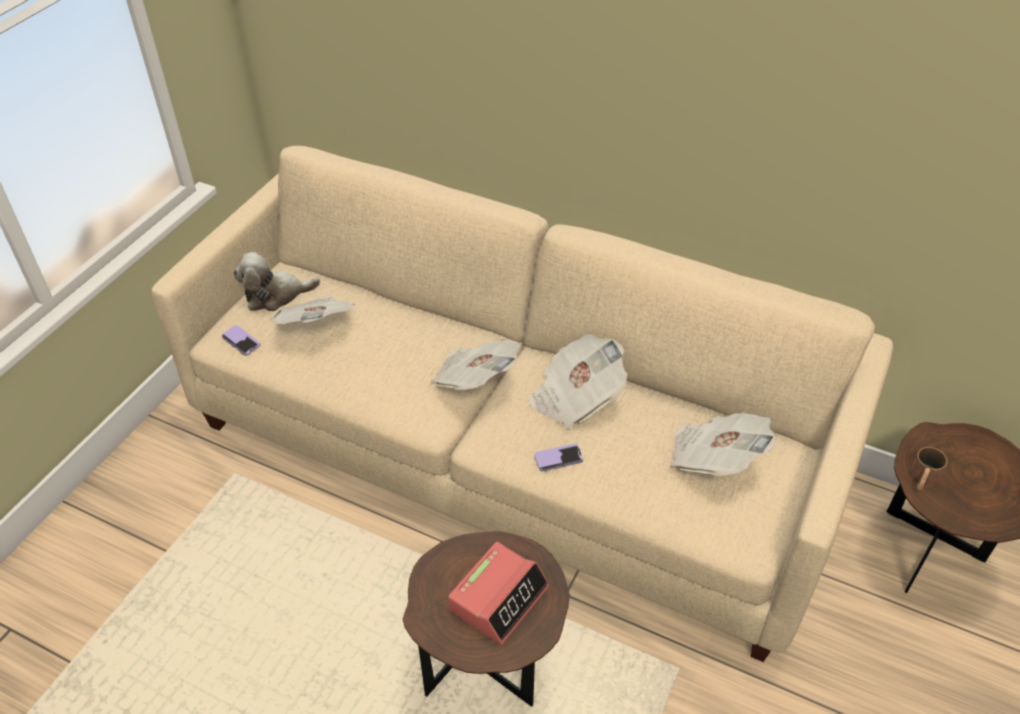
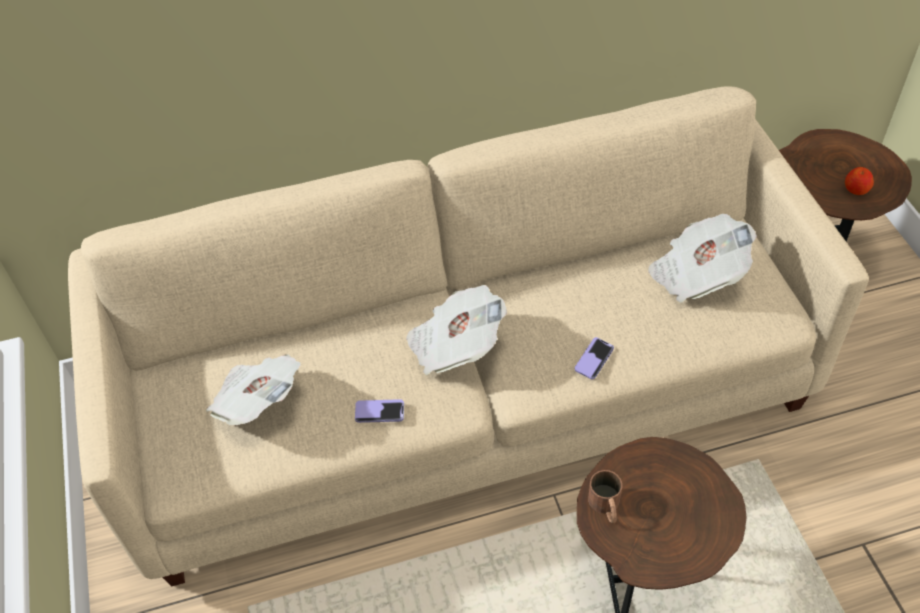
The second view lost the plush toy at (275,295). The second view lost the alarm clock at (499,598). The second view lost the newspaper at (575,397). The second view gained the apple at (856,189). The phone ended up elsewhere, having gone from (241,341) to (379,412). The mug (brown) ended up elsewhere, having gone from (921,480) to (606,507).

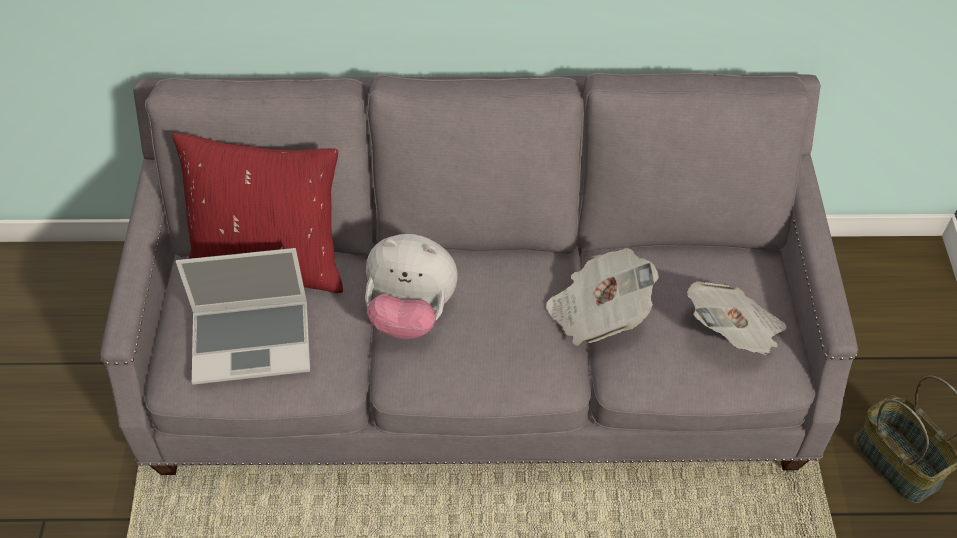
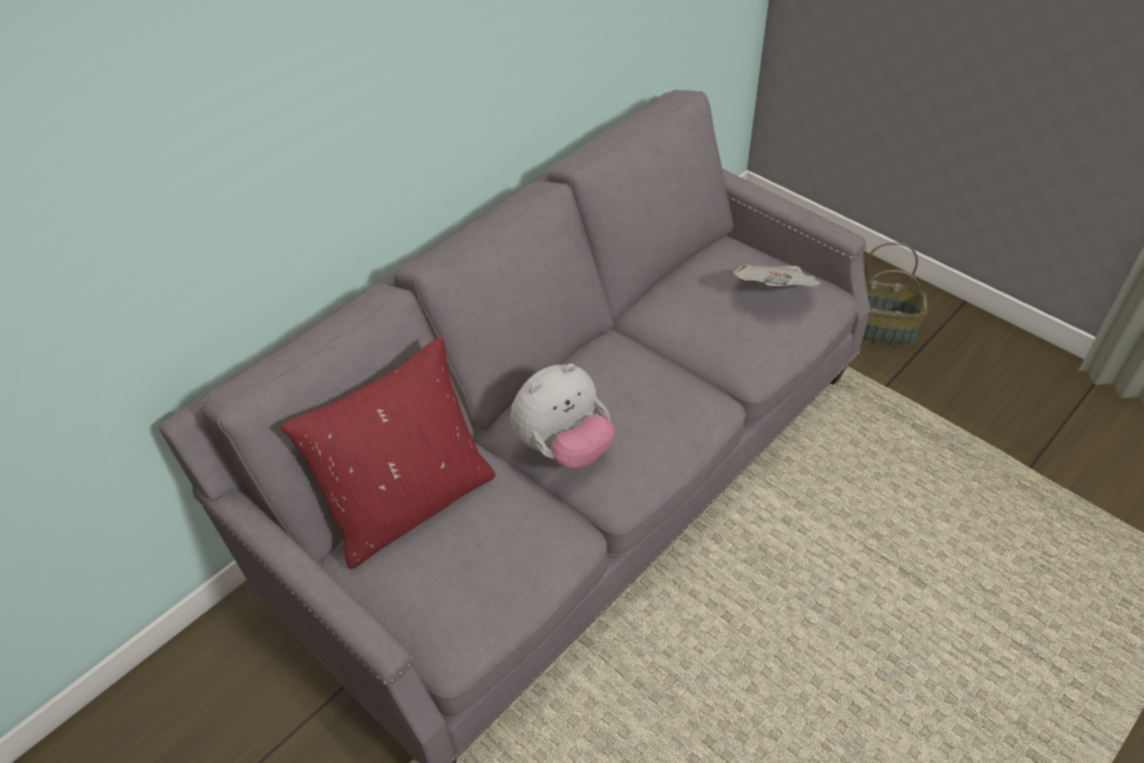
The second view lost the laptop at (253,341). The second view lost the newspaper at (598,312).

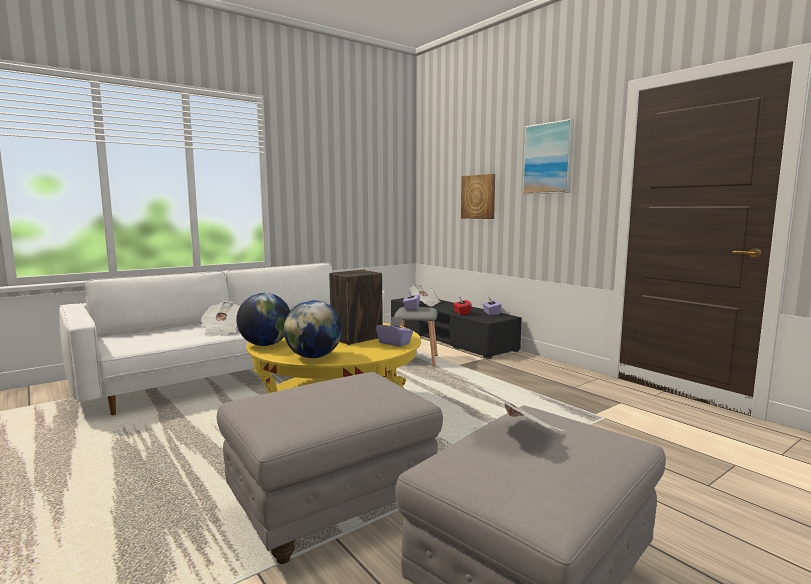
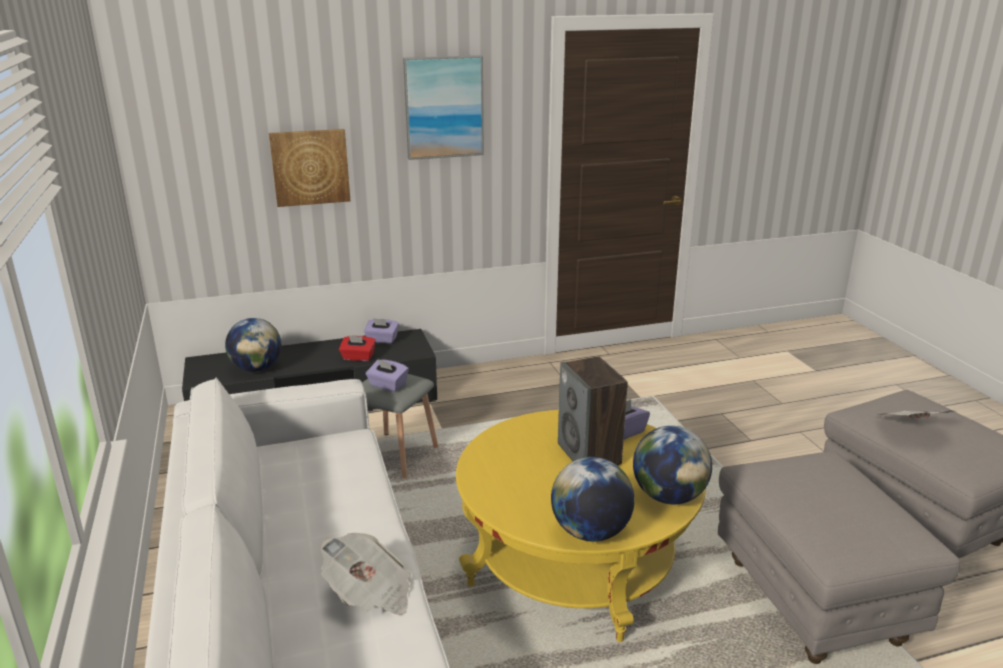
Where the newspaper stood at (424,303), the globe came to stand at (256,368).

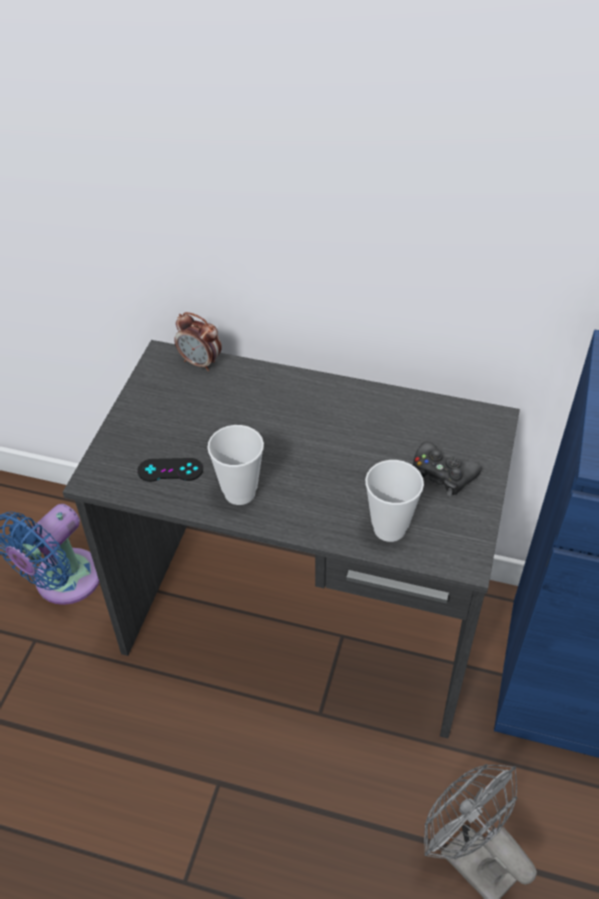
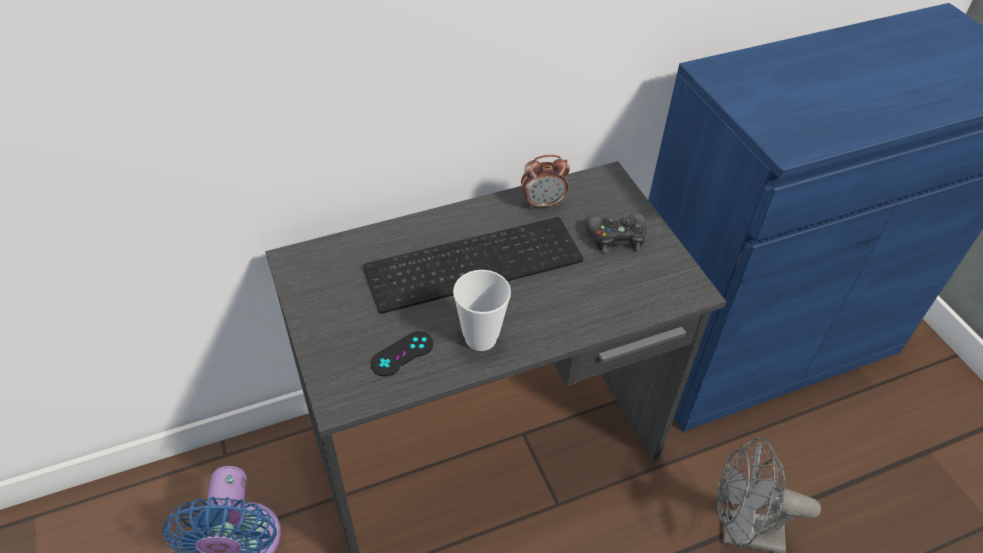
The second view lost the cup at (389,528). The second view gained the keyboard at (475,261). The alarm clock ended up elsewhere, having gone from (200,363) to (543,203).

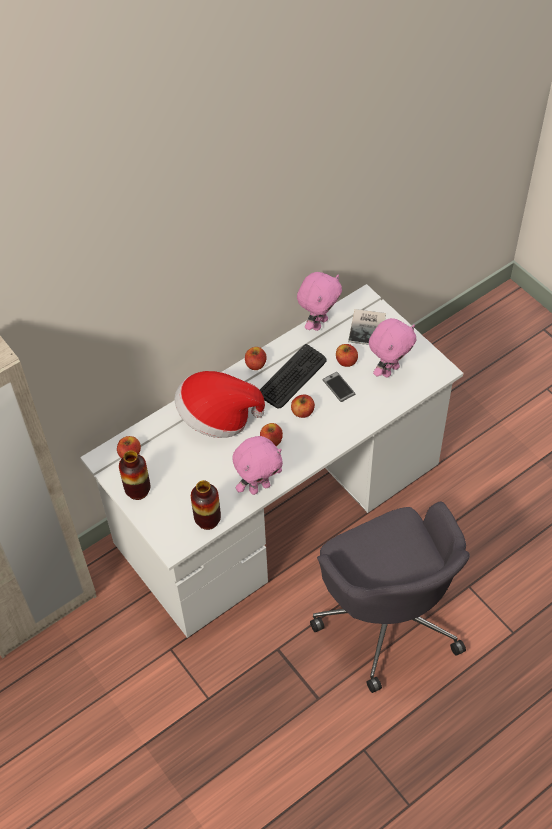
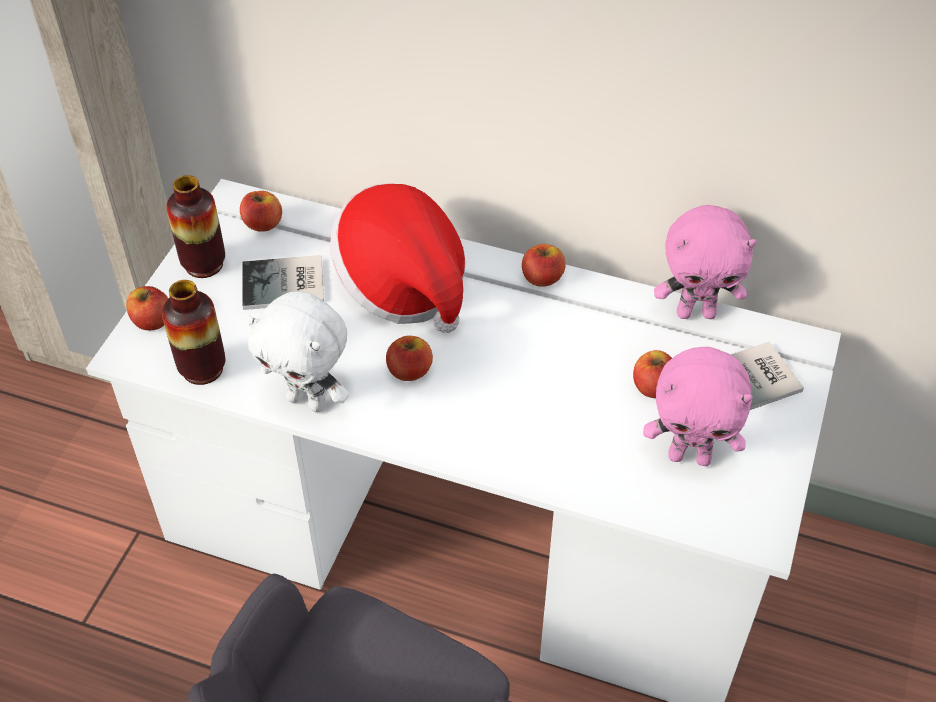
The second view lost the keyboard at (292,377). The second view lost the phone at (338,387). The second view gained the book at (285,285). The apple ended up elsewhere, having gone from (302,412) to (152,321). What was the plush toy (pink) at (259,487) turned into the plush toy (white) at (308,400).

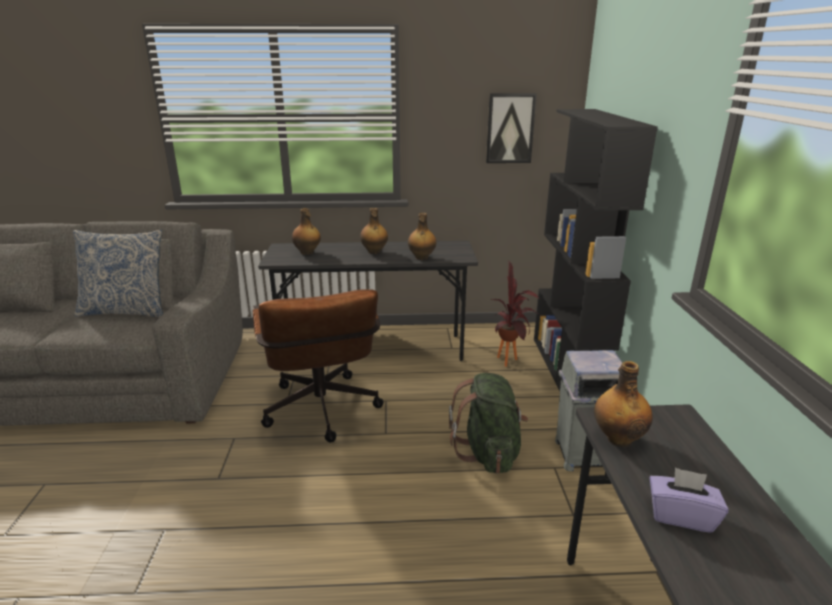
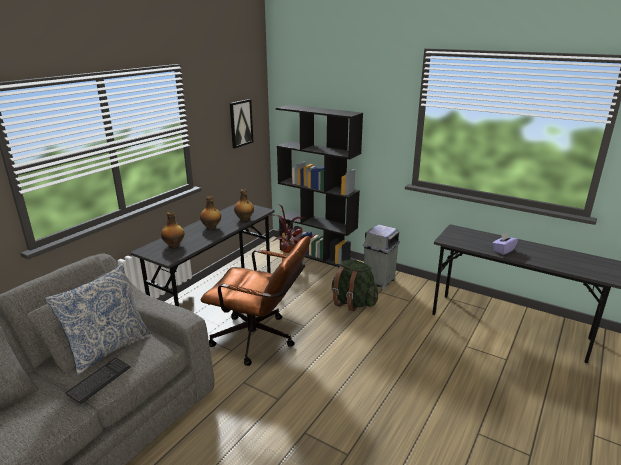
The second view lost the bottle at (618,438). The second view gained the keyboard at (99,381).

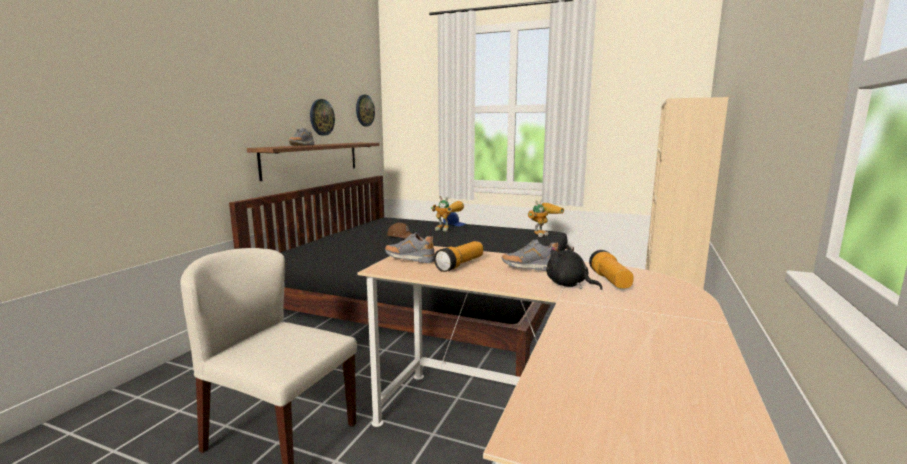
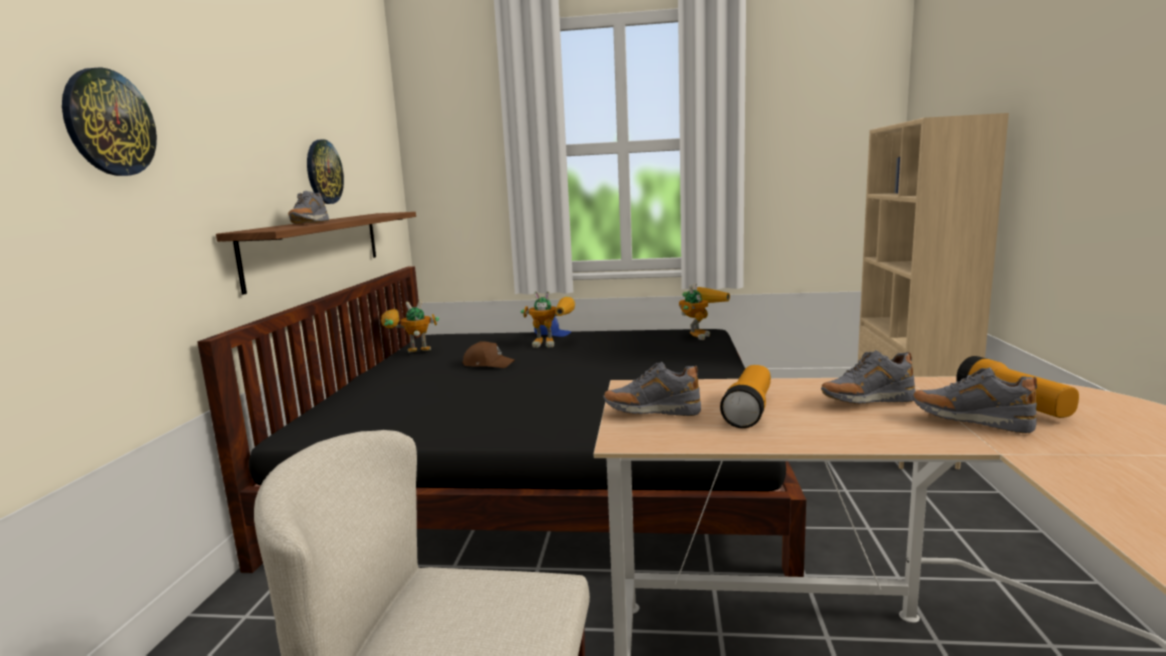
The second view gained the toy robot at (409,355). The wall clock ended up elsewhere, having gone from (364,110) to (109,123). Where the plush toy (black) stood at (568,285), the shoe (grey) came to stand at (970,423).

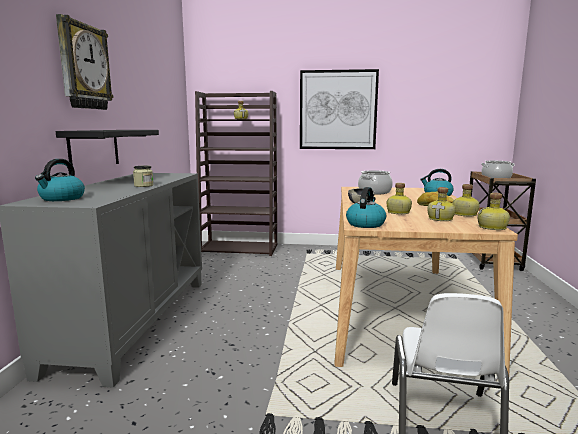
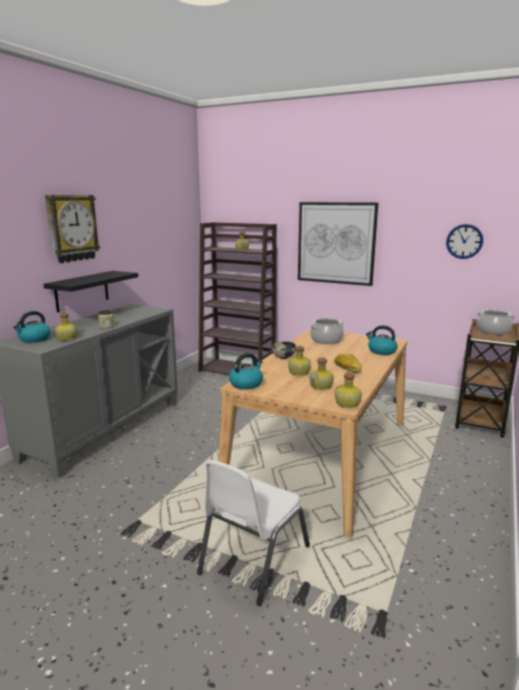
The second view gained the wall clock at (464,241). The bottle ended up elsewhere, having gone from (464,214) to (66,338).

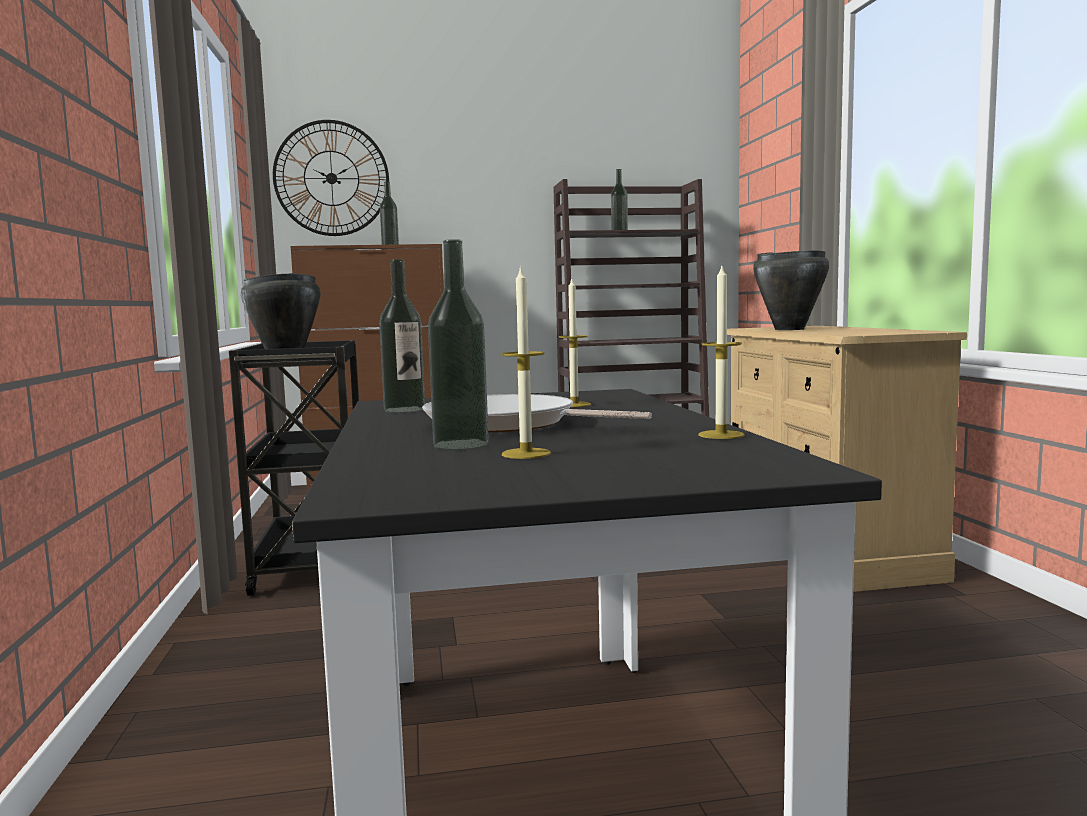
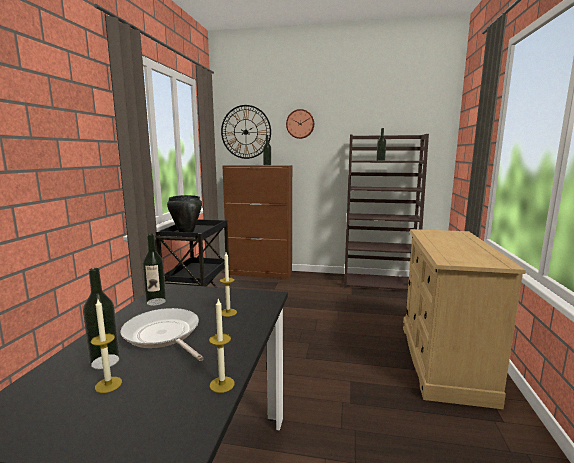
The second view lost the cooking pot (black) at (789,329). The second view gained the wall clock at (300,124).

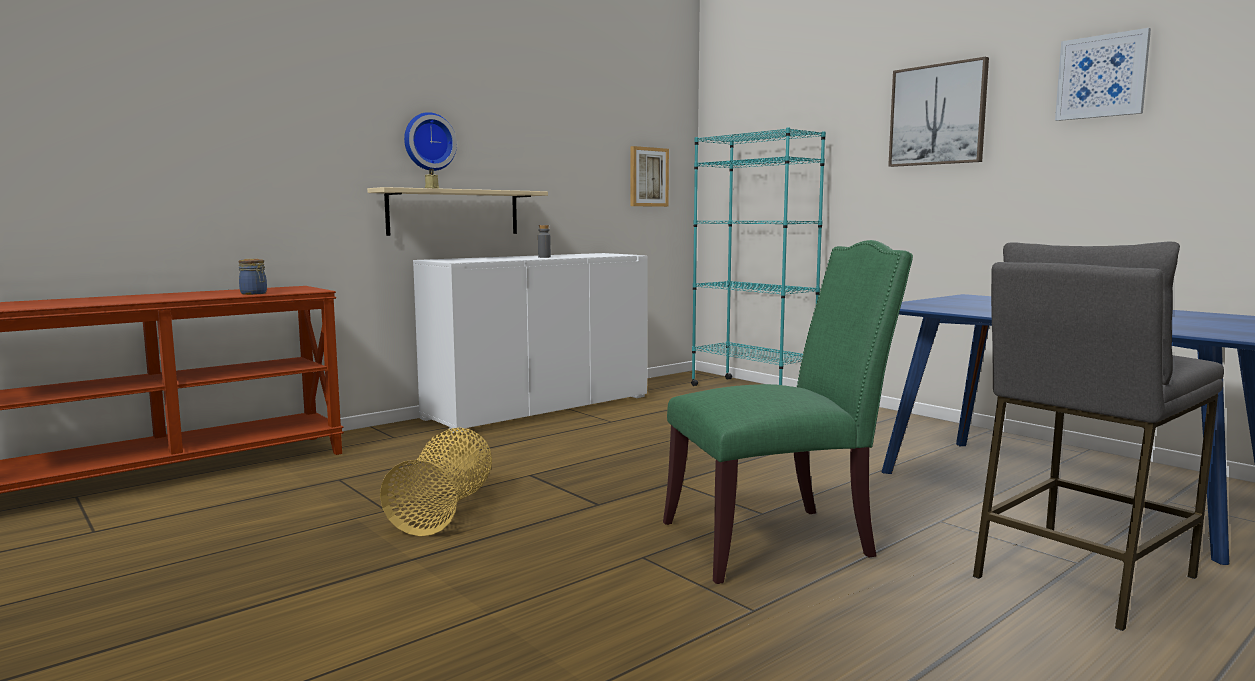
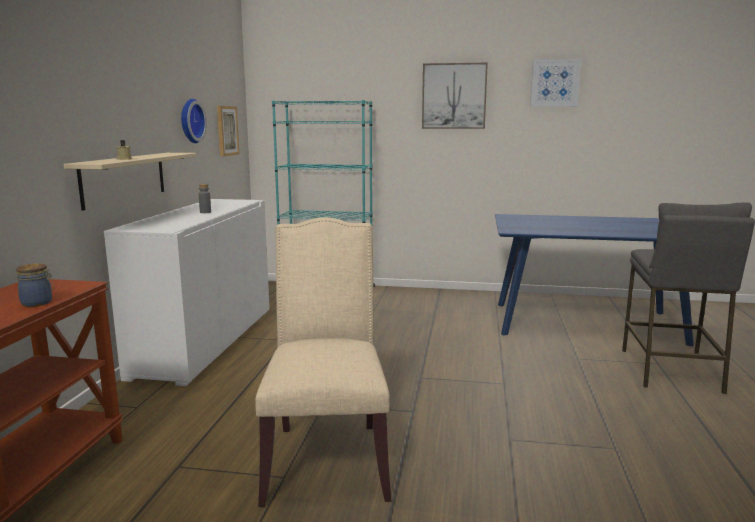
The second view lost the chair (green) at (775,540). The wall clock ended up elsewhere, having gone from (428,142) to (190,121). Where the basket stood at (444,510), the chair (beige) came to stand at (326,457).

